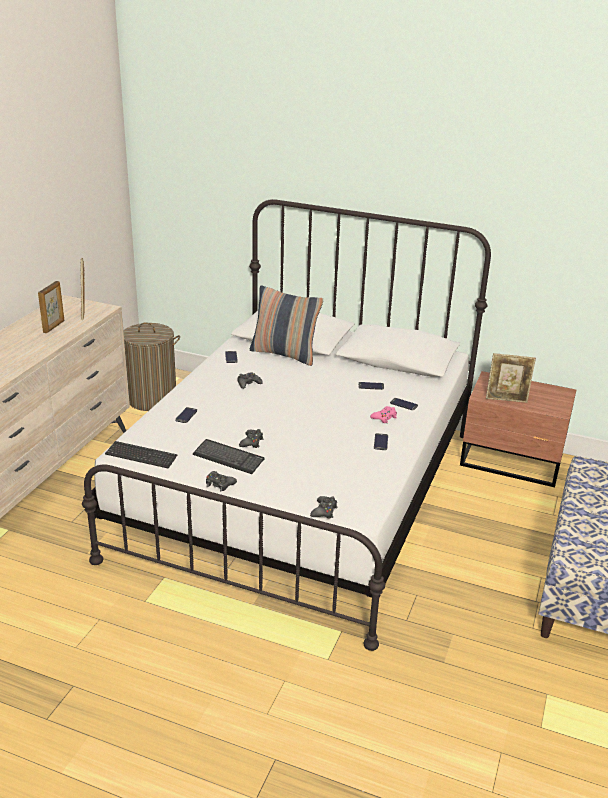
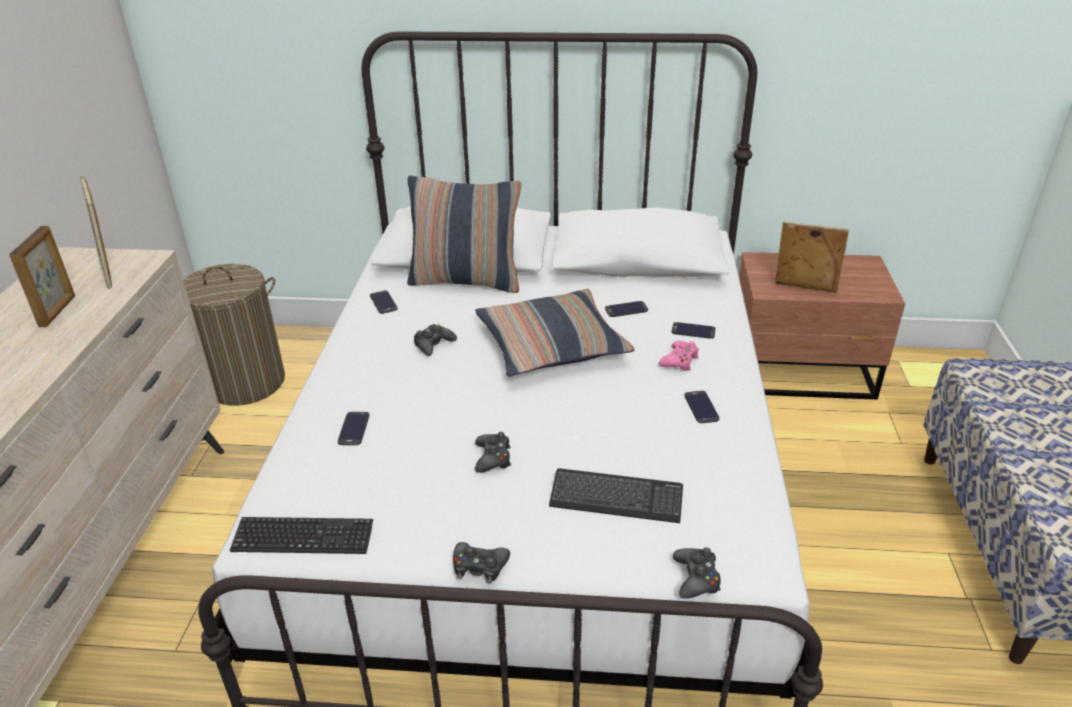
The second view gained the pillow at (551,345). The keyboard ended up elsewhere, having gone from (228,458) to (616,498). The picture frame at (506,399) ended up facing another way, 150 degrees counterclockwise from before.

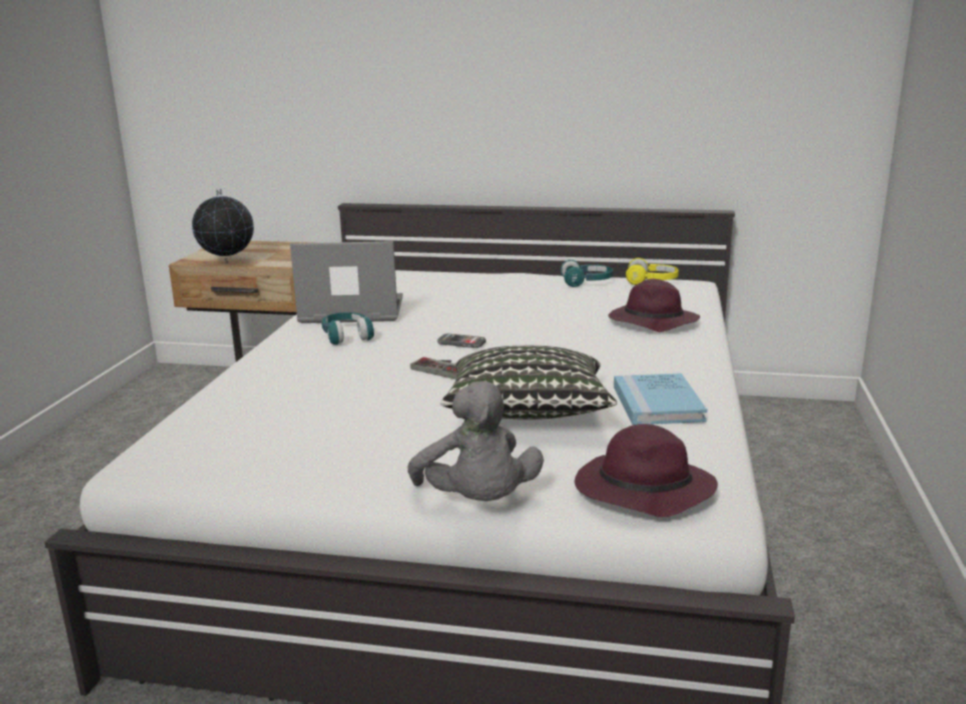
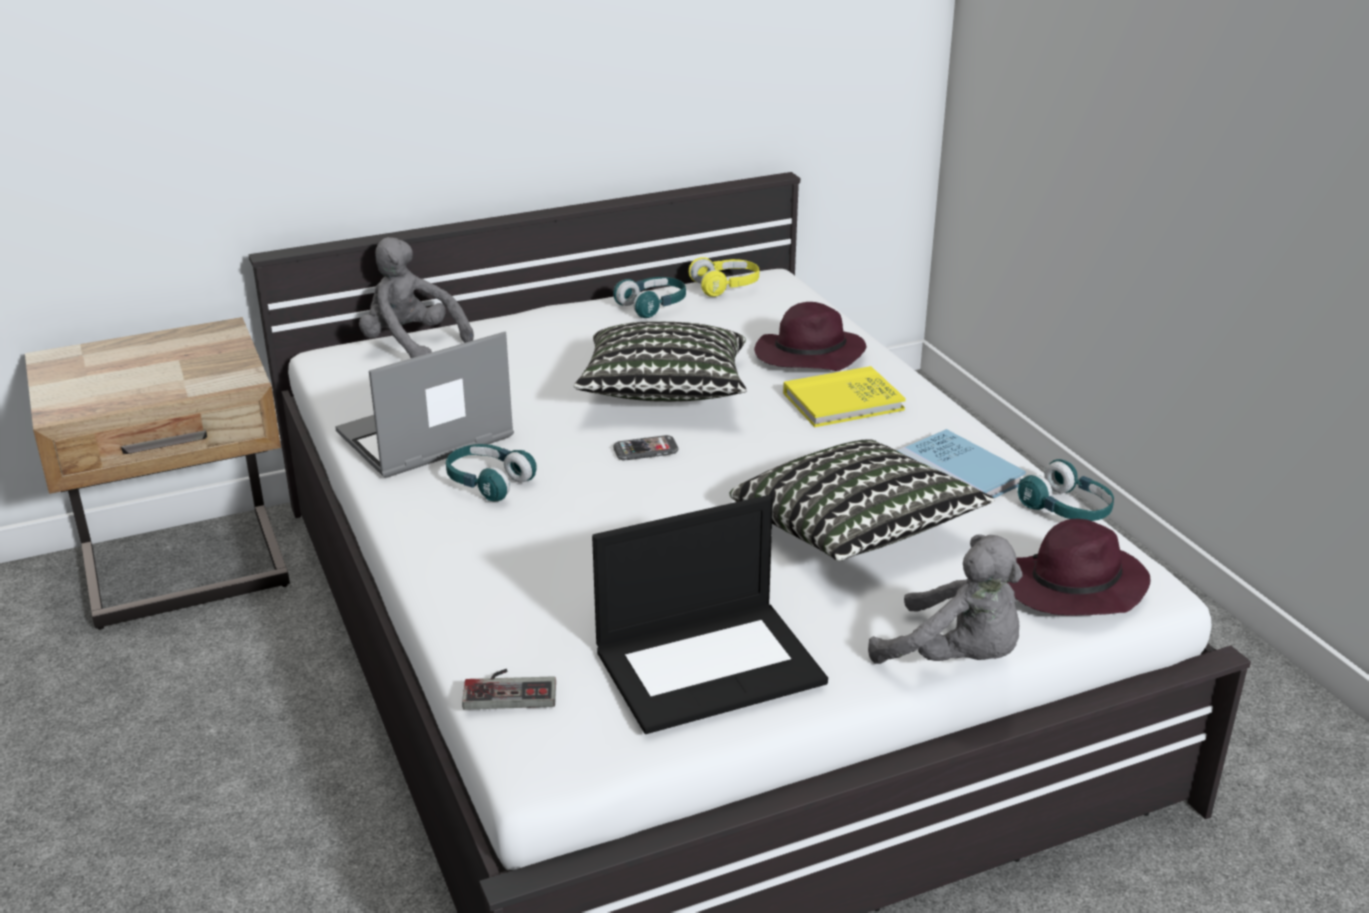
The second view lost the globe at (228,263). The second view gained the plush toy (grey) at (411,345). The second view gained the pillow at (664,394). The second view gained the laptop at (710,664). The second view gained the book (yellow) at (843,401). The second view gained the headphones (turquoise) at (1067,509). The game controller ended up elsewhere, having gone from (444,368) to (510,689).

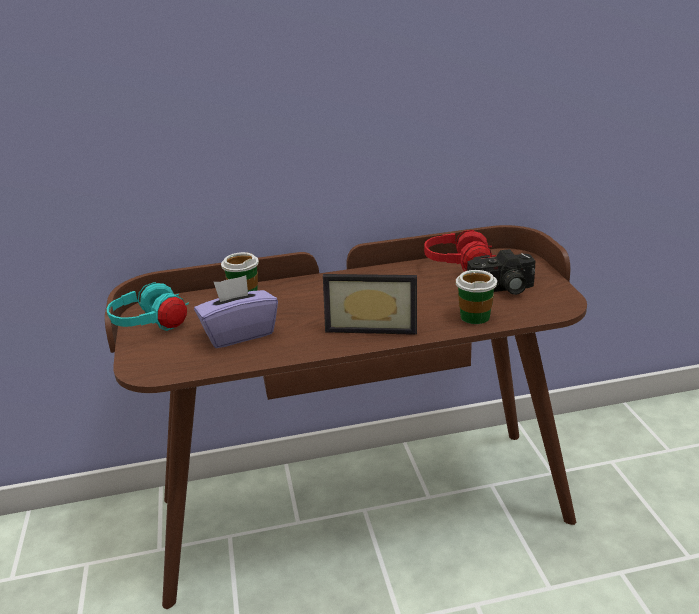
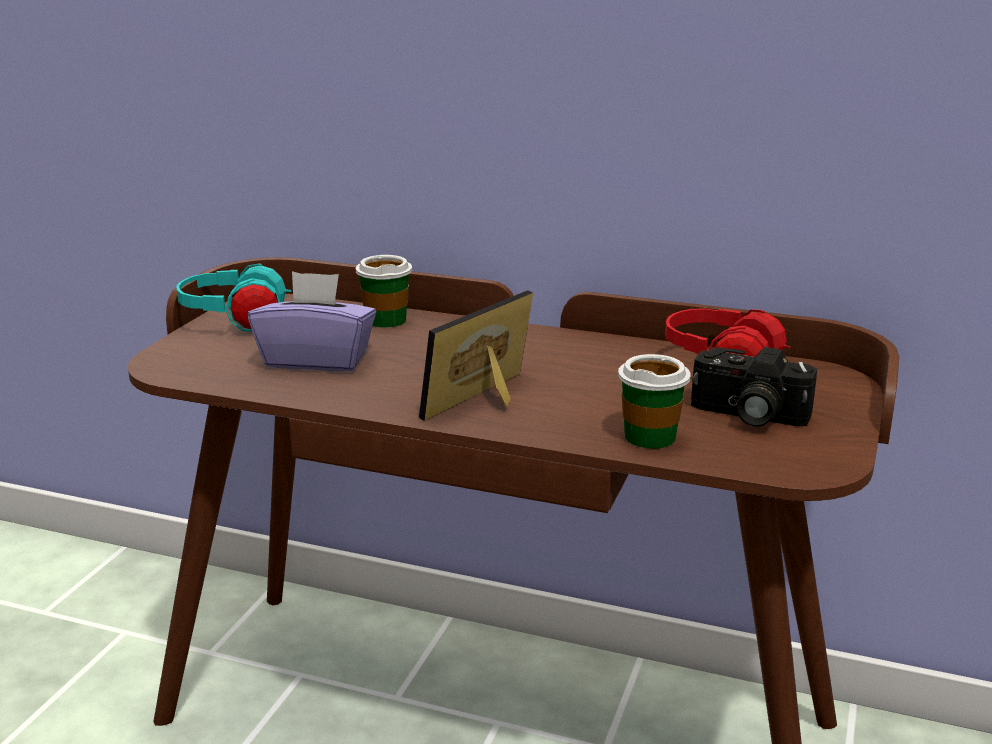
The picture frame at (372,325) ended up facing another way, 90 degrees clockwise from before.

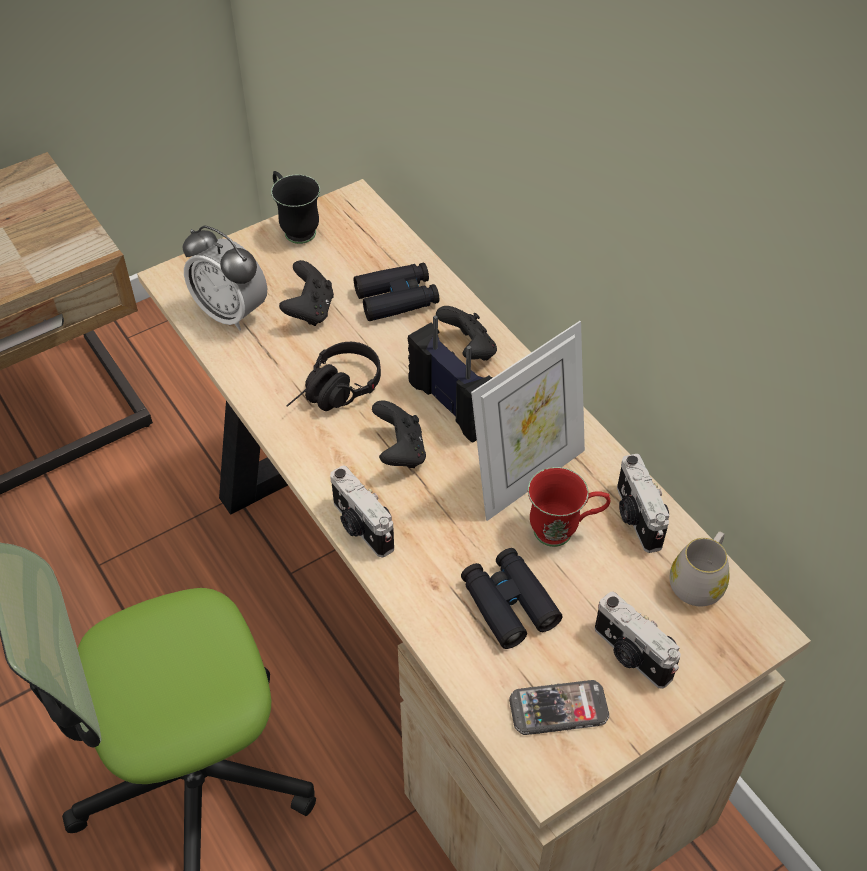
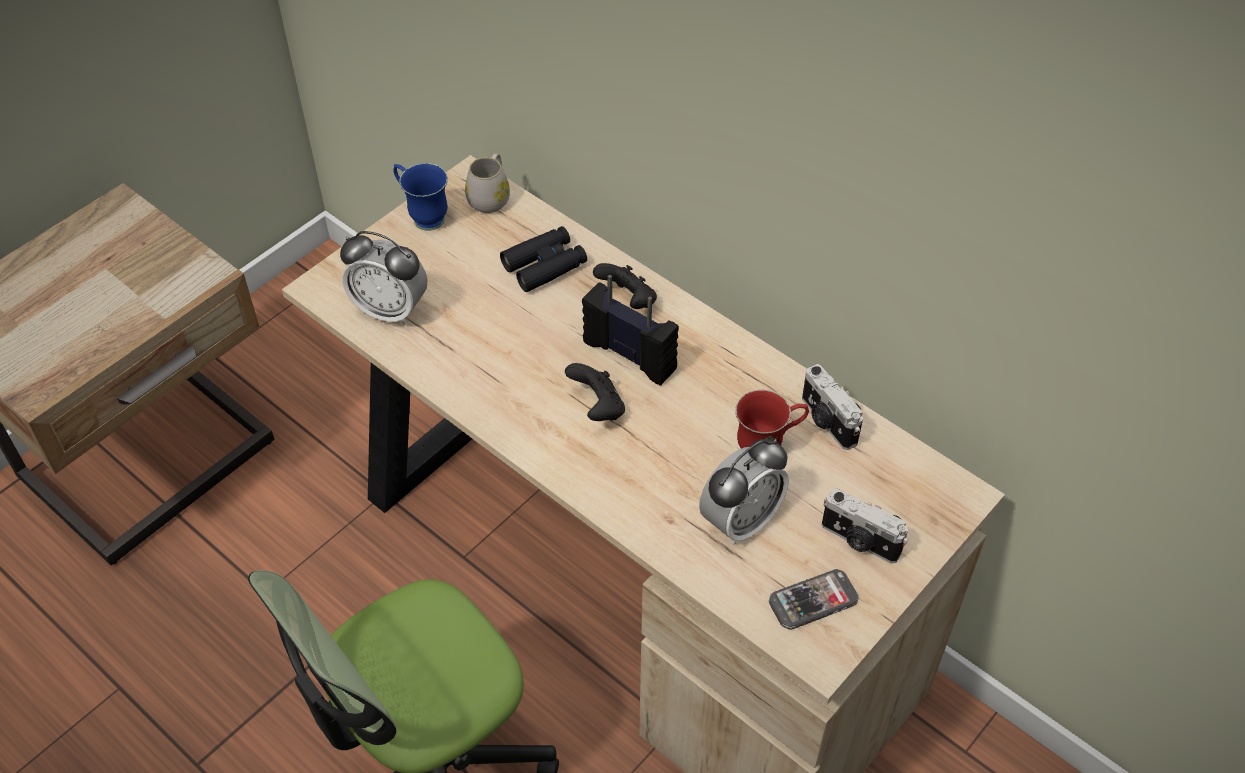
The second view lost the game controller (black) at (310,310). The second view lost the headphones (black) at (335,394). The second view lost the photo camera at (360,527). The second view lost the picture frame at (526,476). The mug (white) ended up elsewhere, having gone from (699,581) to (490,197). Where the binoculars (black) stood at (509,603), the alarm clock came to stand at (740,521). What was the mug (black) at (295,228) turned into the mug (blue) at (422,216).

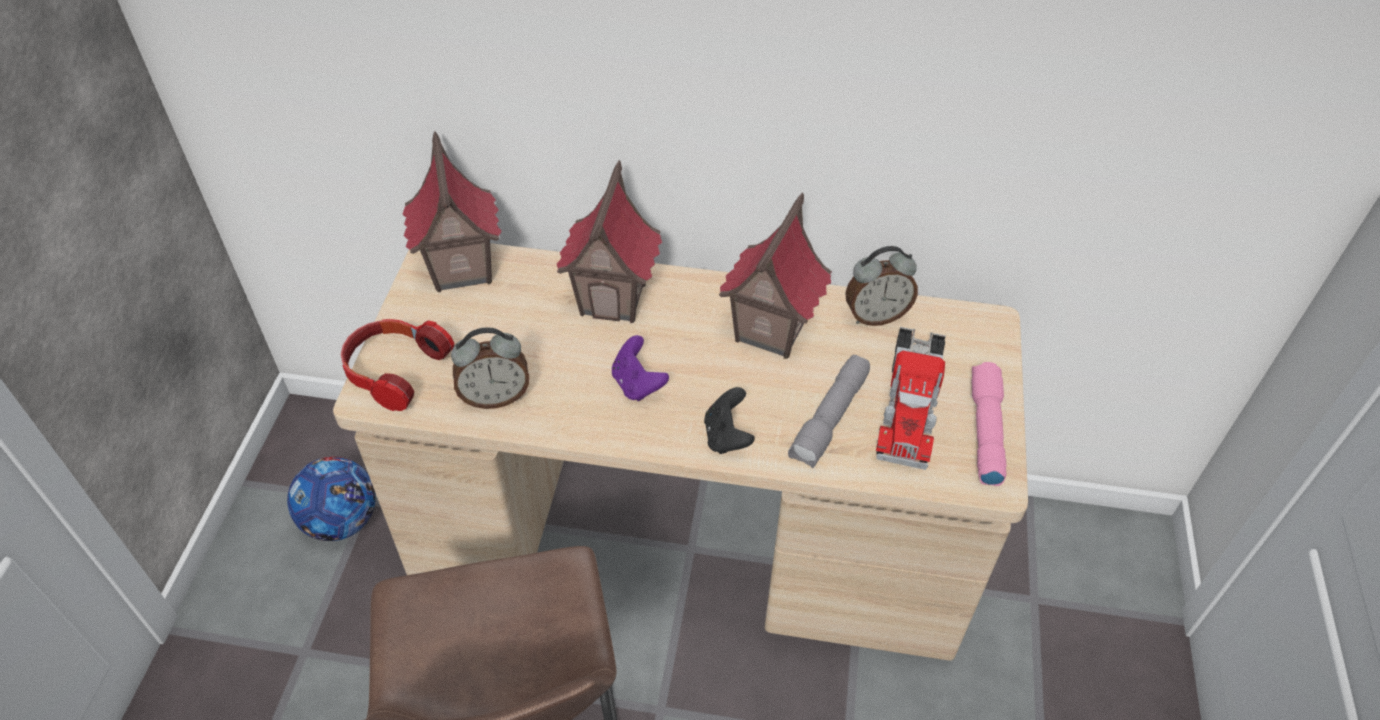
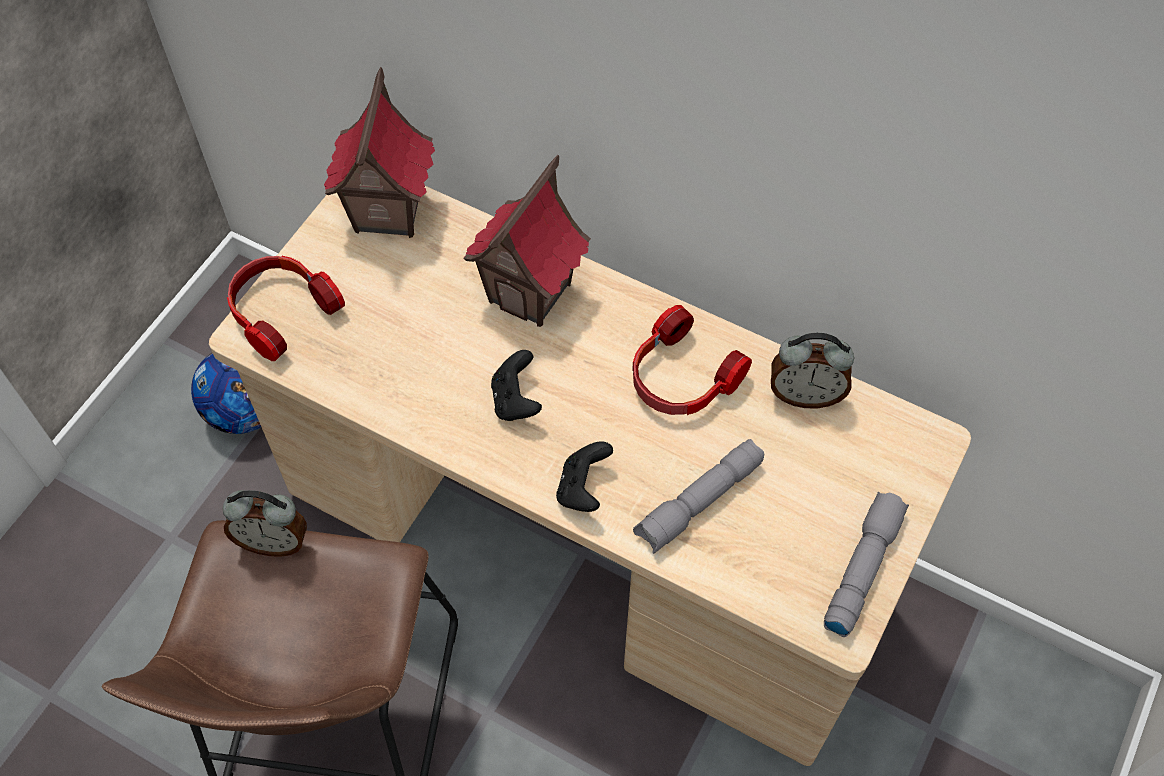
The second view lost the toy truck at (909,402). The alarm clock ended up elsewhere, having gone from (495,397) to (274,541). Where the toy house stood at (770,330), the headphones came to stand at (681,378). What was the game controller (purple) at (637,384) turned into the game controller (black) at (516,400). What was the flashlight (pink) at (984,430) turned into the flashlight (grey) at (861,567).

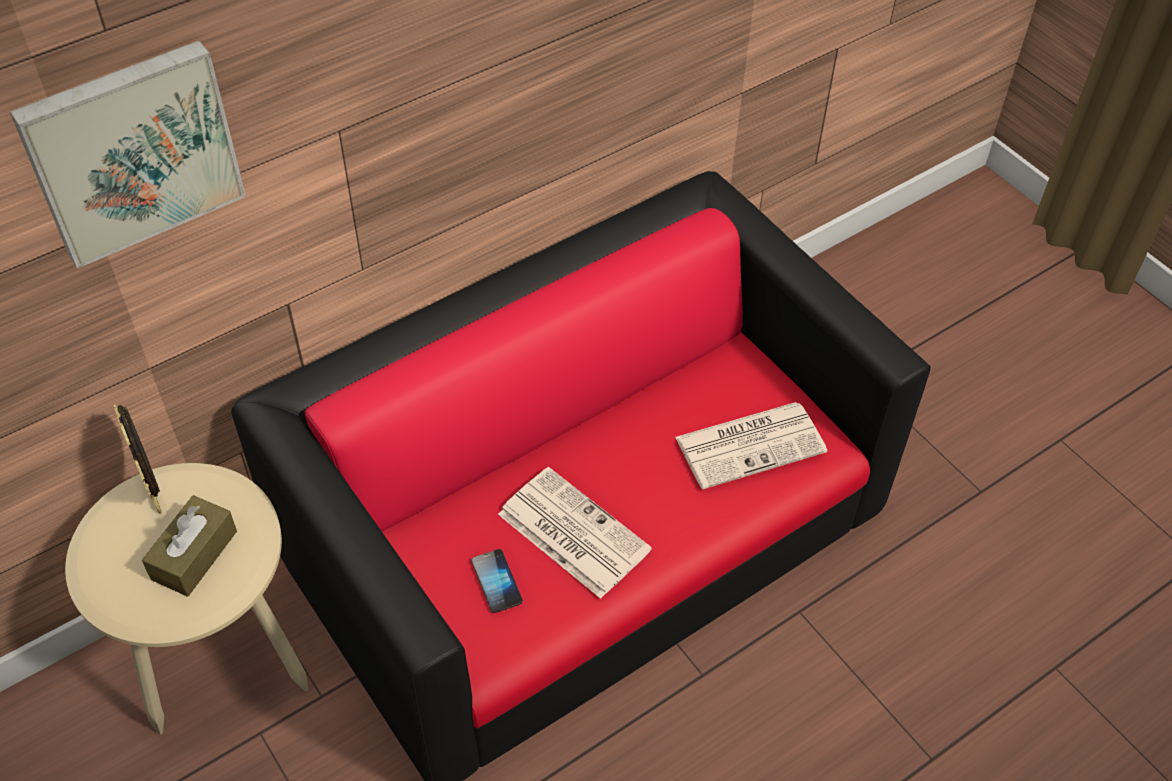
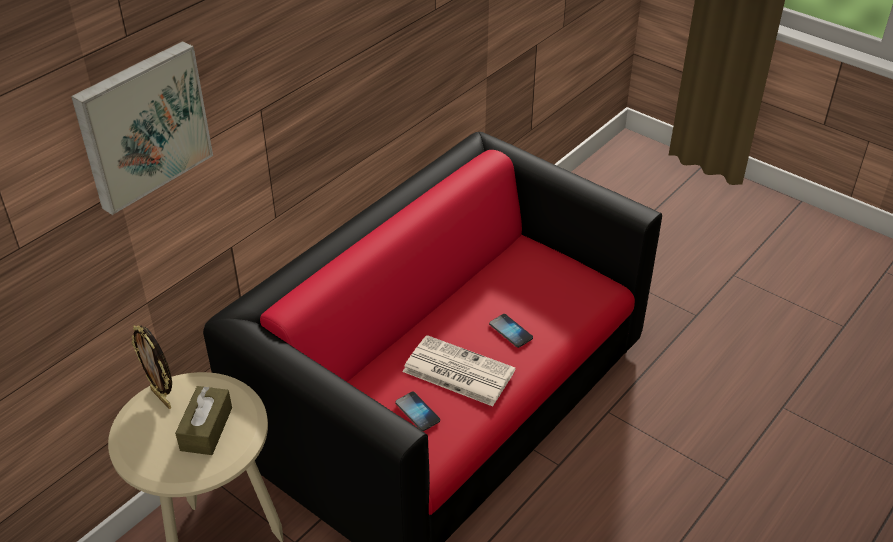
The second view lost the newspaper at (751,444). The second view gained the phone at (511,331).

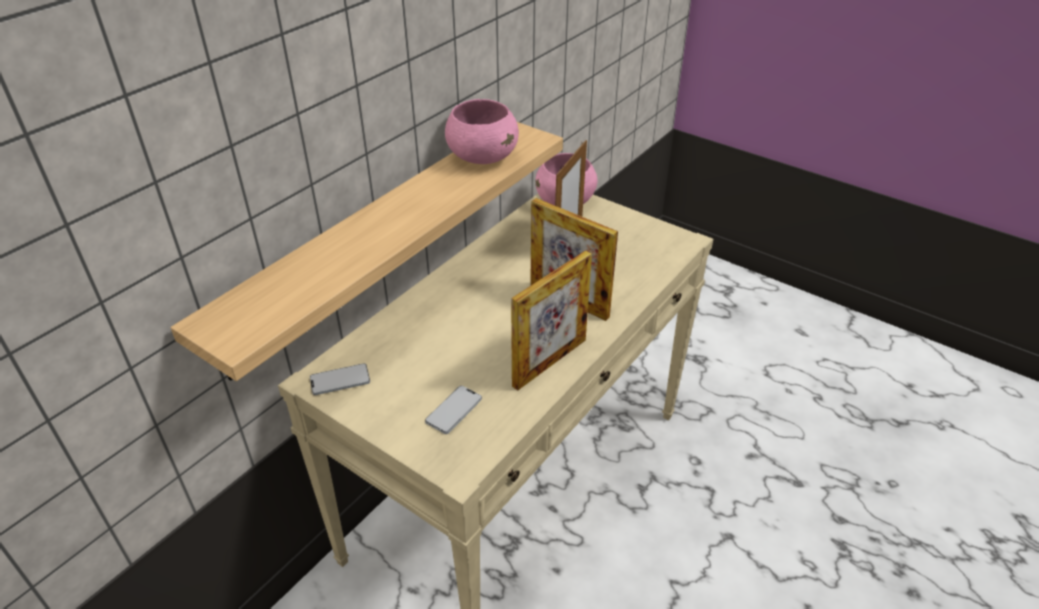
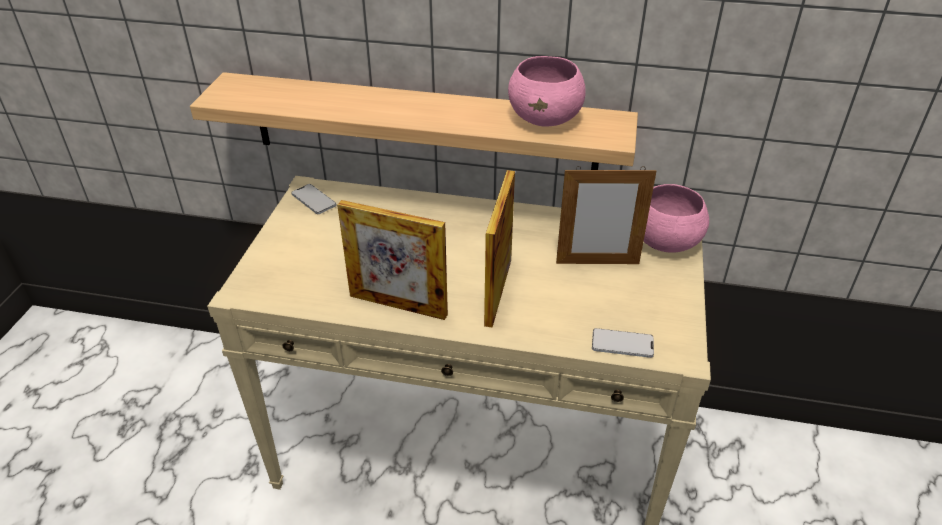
The phone ended up elsewhere, having gone from (454,410) to (622,344).

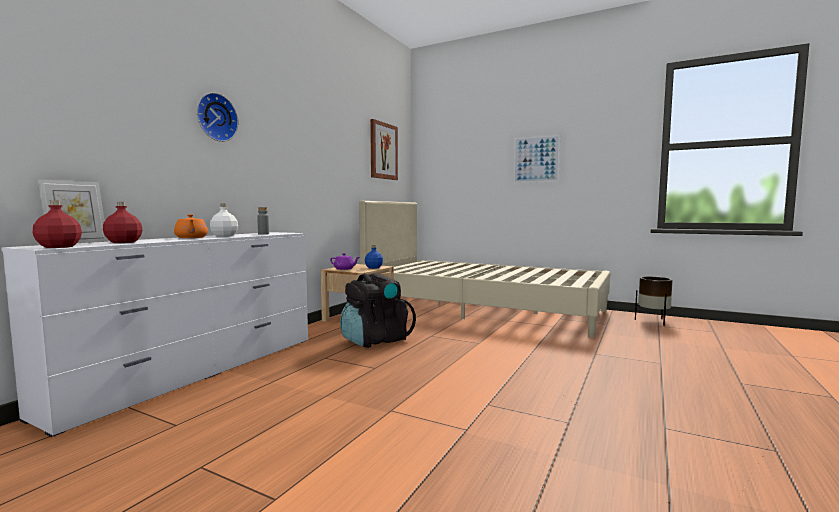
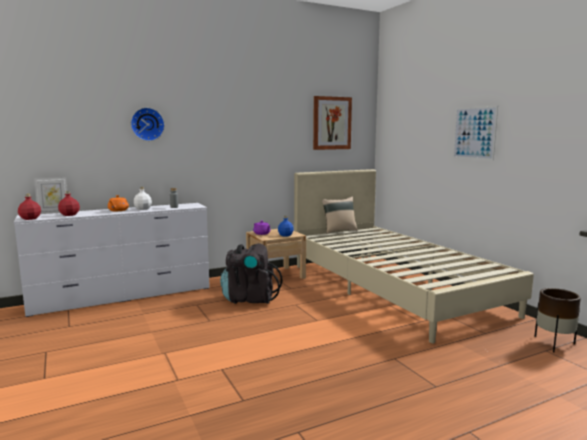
The second view gained the pillow (beige) at (339,231).

